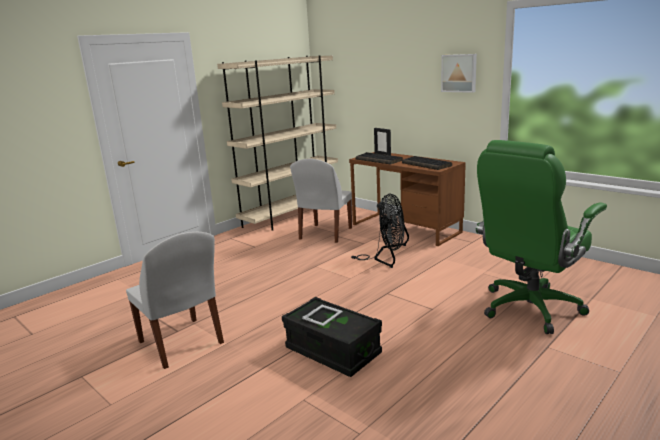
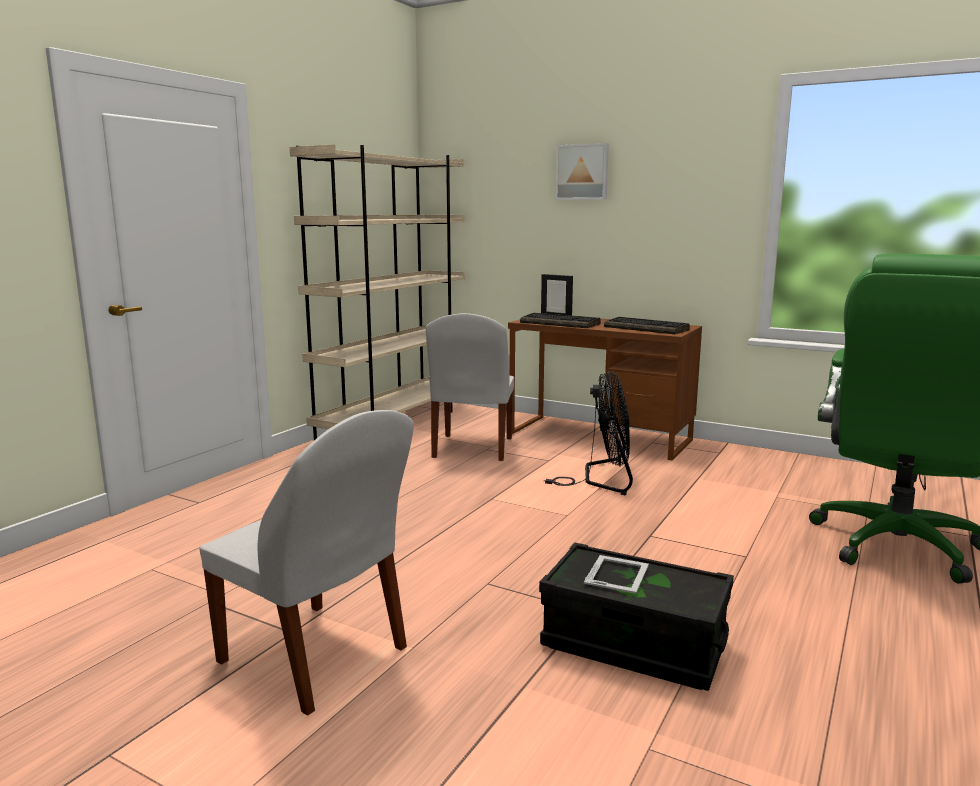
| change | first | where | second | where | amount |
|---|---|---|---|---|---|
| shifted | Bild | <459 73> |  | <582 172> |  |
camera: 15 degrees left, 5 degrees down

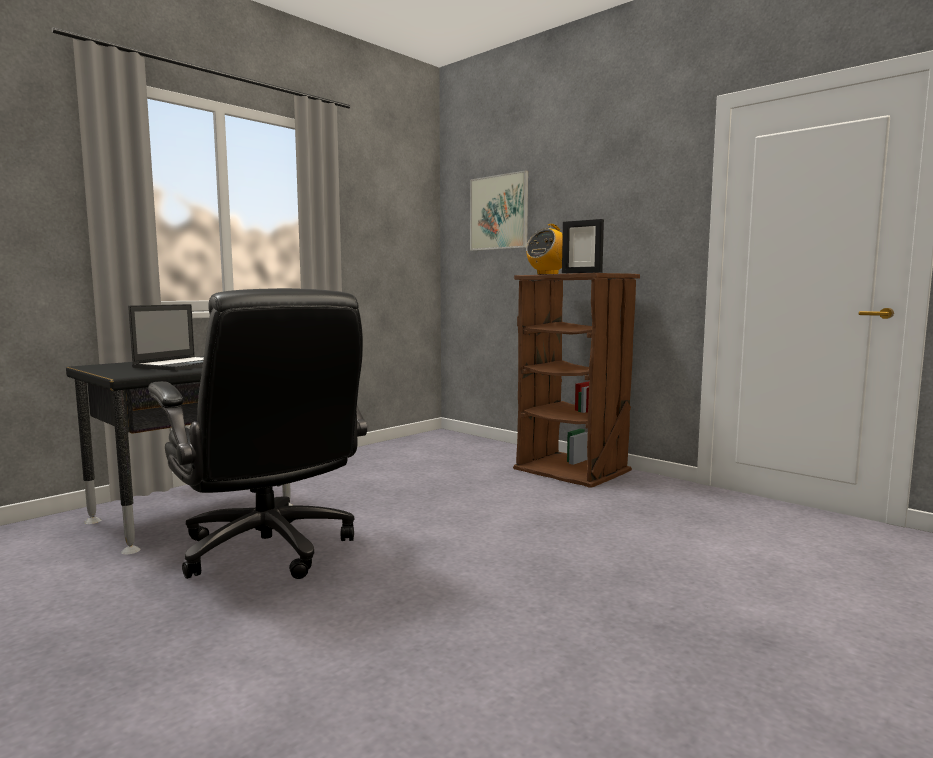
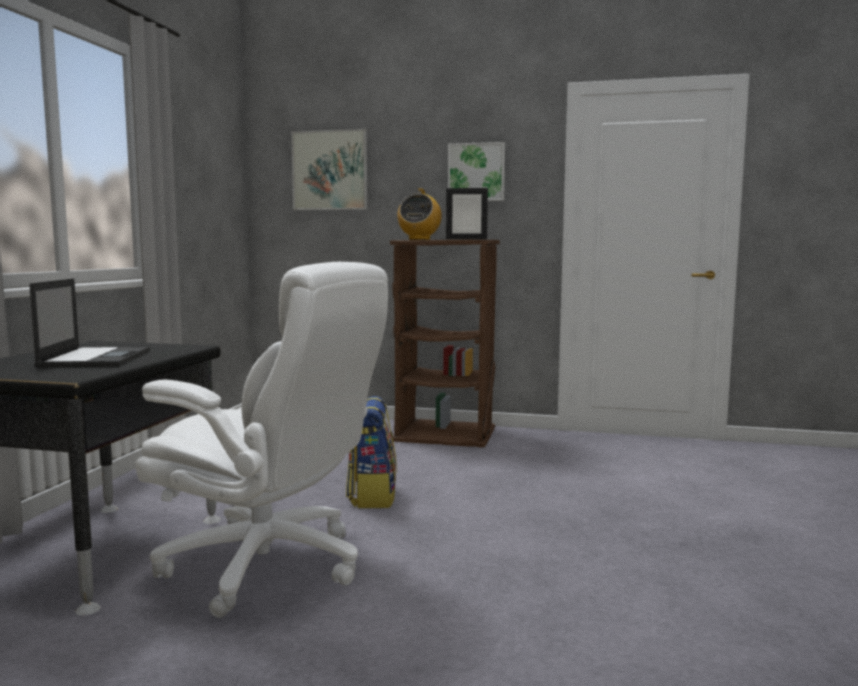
| change | first | where | second | where | amount |
|---|---|---|---|---|---|
| repainted | Bürostuhl [schwarz] | <268 553> | Bürostuhl [weiß] | <271 569> |  |
| new |  |  | Rucksack | <372 496> |  |
| new |  |  | Bild | <476 172> |  |
camera: 30 degrees left, 0 degrees up

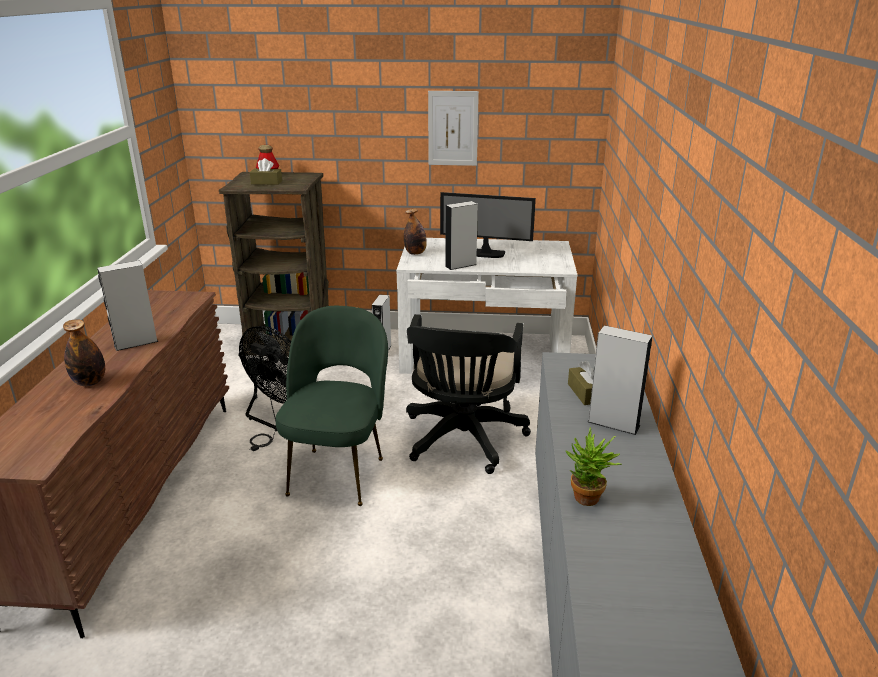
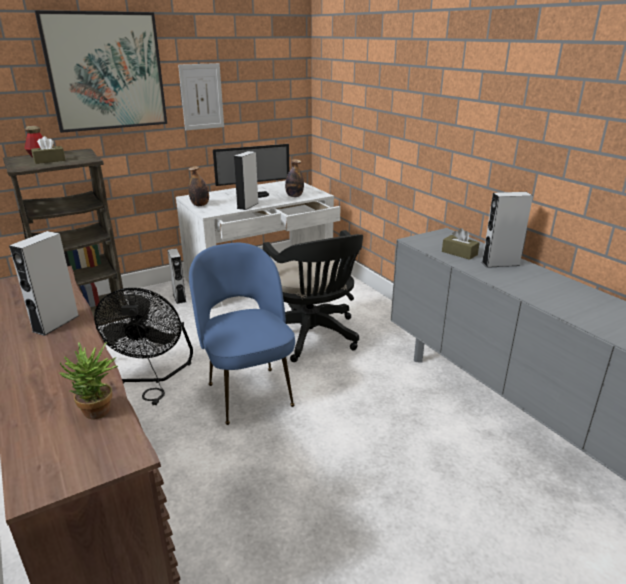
| change | first | where | second | where | amount |
|---|---|---|---|---|---|
| shifted | Flasche | <90 382> |  | <294 196> |  |
| repainted | Stuhl [grün] | <339 471> | Stuhl [blau] | <248 390> |  |
| shifted | Topfpflanze | <587 501> |  | <98 414> |  |
| new |  |  | Bild | <106 72> |  |
camera: 35 degrees left, 0 degrees up

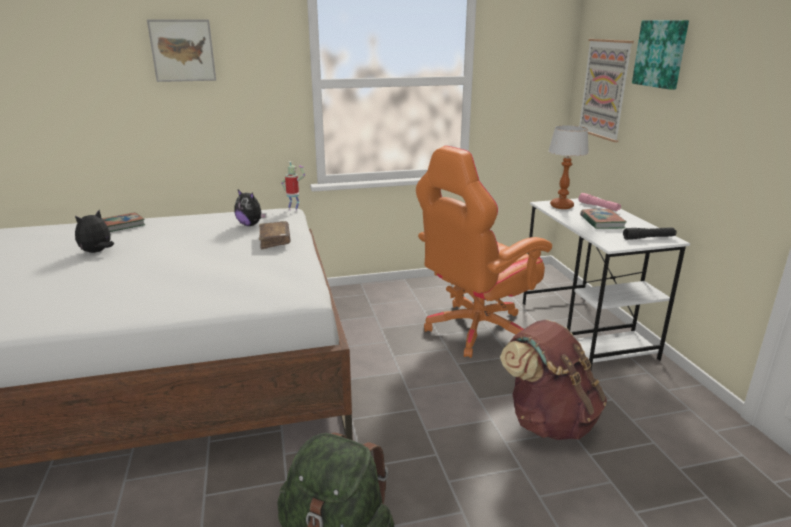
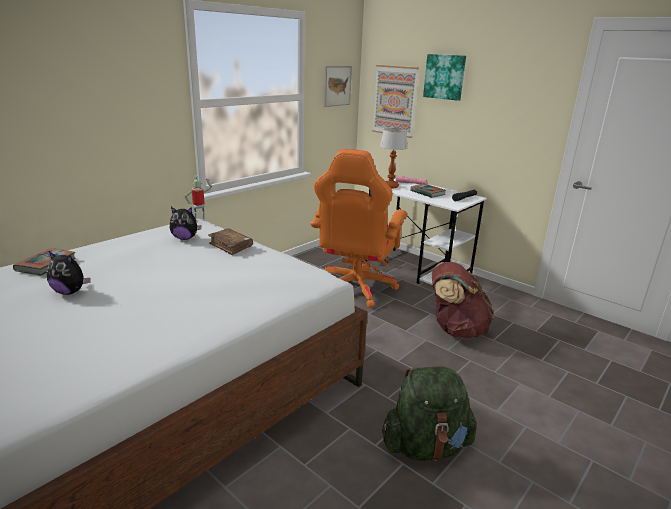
| change | first | where | second | where | amount |
|---|---|---|---|---|---|
| rotated | Plüschtier | <97 252> |  | <70 292> | 75 degrees counterclockwise |
| shifted | Bild | <182 50> |  | <337 86> |  |
camera: 35 degrees left, 0 degrees up

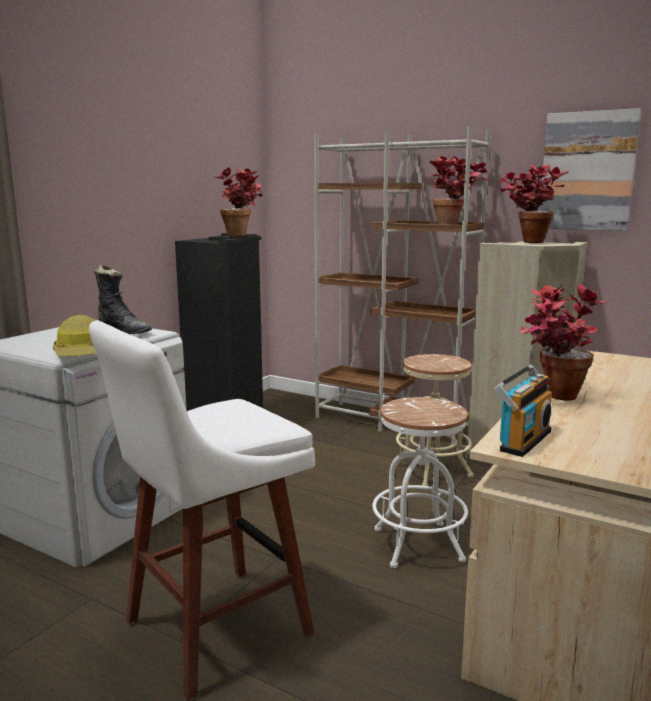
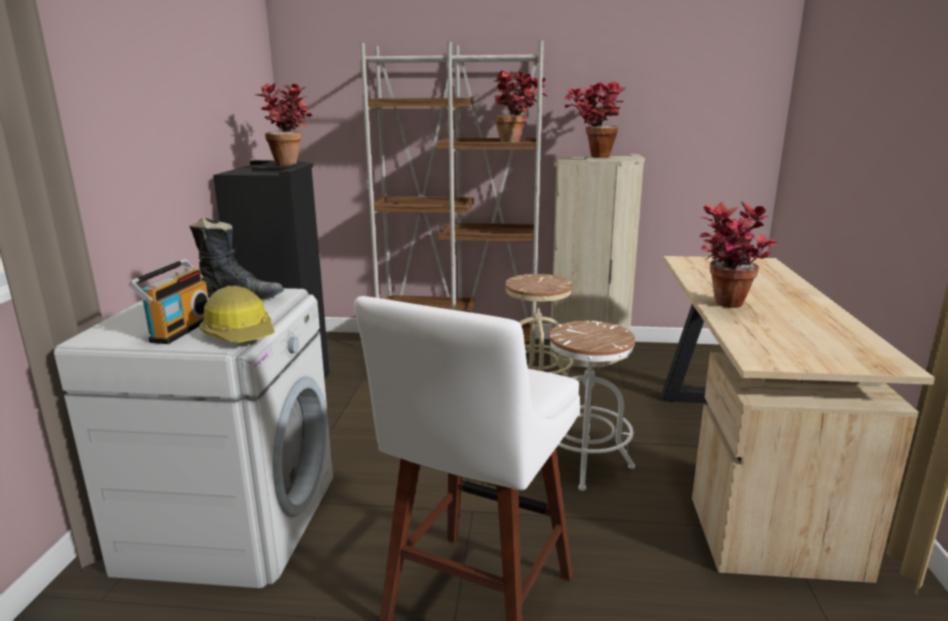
| change | first | where | second | where | amount |
|---|---|---|---|---|---|
| shifted | Radio | <521 440> |  | <179 329> |  |
| gone | Bild | <587 171> |  |  |  |
camera: 25 degrees left, 5 degrees up

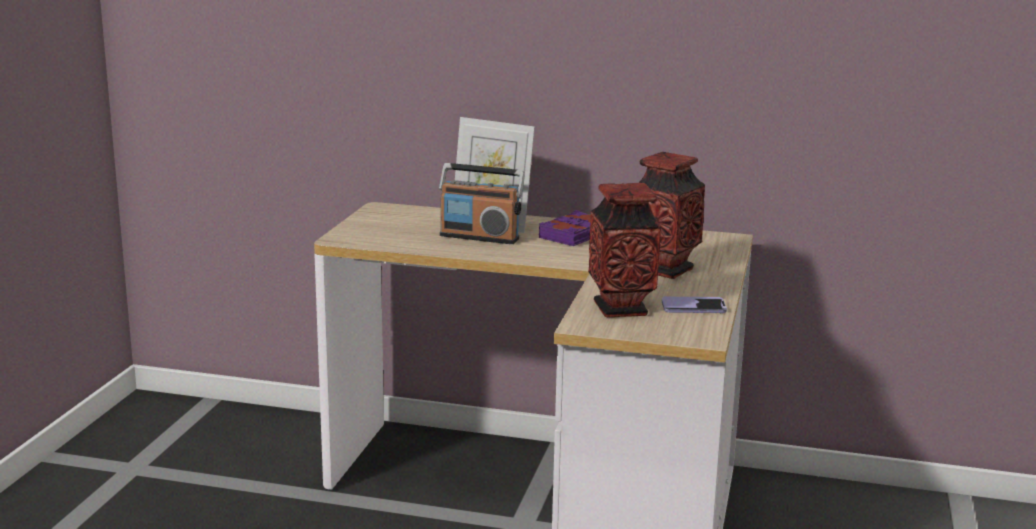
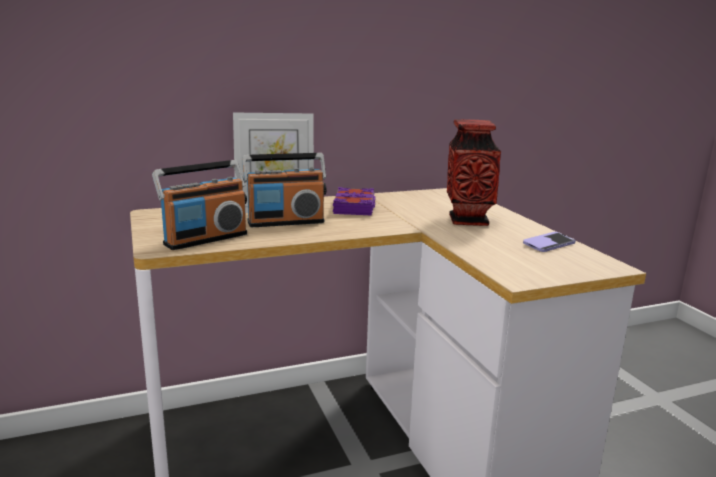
| change | first | where | second | where | amount |
|---|---|---|---|---|---|
| gone | Vase | <621 309> |  |  |  |
| new |  |  | Radio | <205 239> |  |
camera: 35 degrees left, 0 degrees up

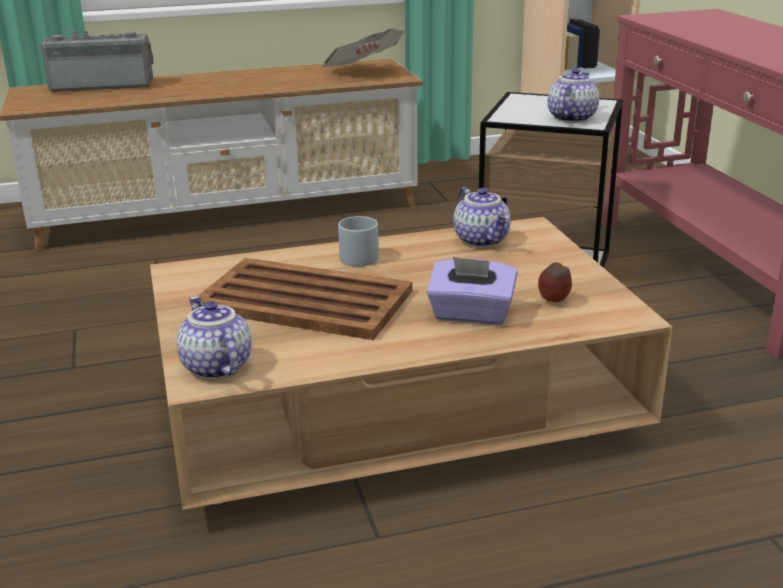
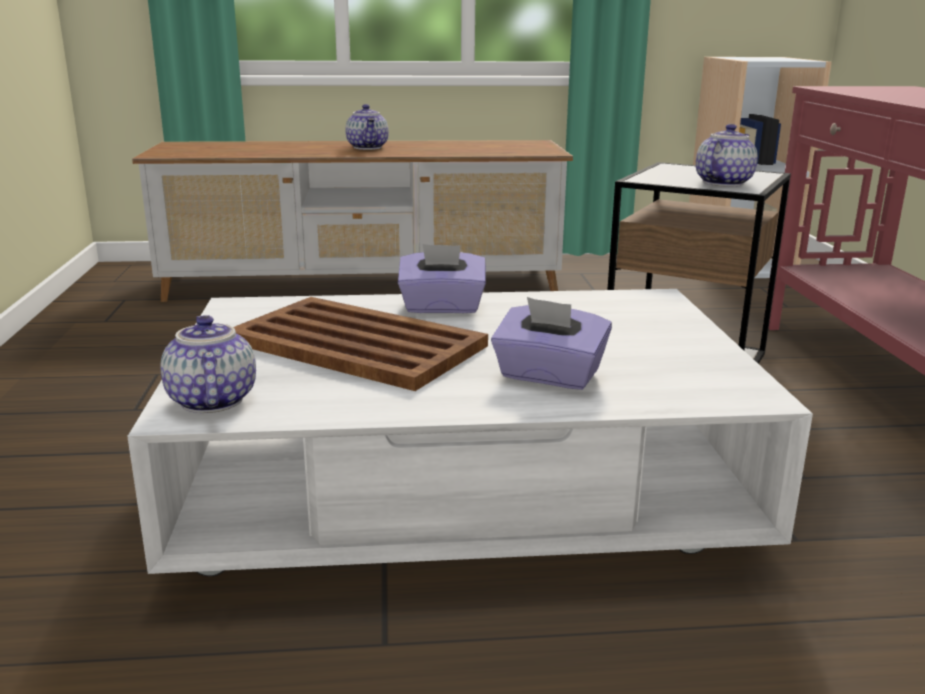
| change | first | where | second | where | amount |
|---|---|---|---|---|---|
| gone | Radio | <103 86> |  |  |  |
| repainted | Couchtisch [braun] | <393 409> | Couchtisch [weiß] | <461 491> |  |
| gone | Zeitung | <362 72> |  |  |  |
| swapped | Henkelbecher [grau] | <358 256> | Taschentuchbox [lila] | <442 307> |  |
| shifted | Teekanne | <483 240> |  | <368 147> |  |
| gone | Apfel | <554 302> |  |  |  |
camera: 10 degrees right, 5 degrees down

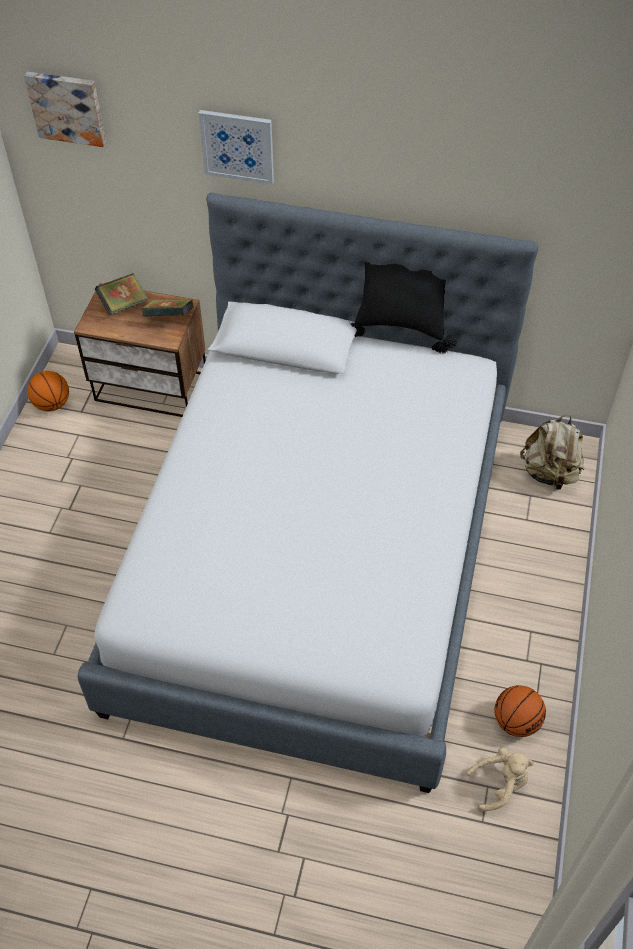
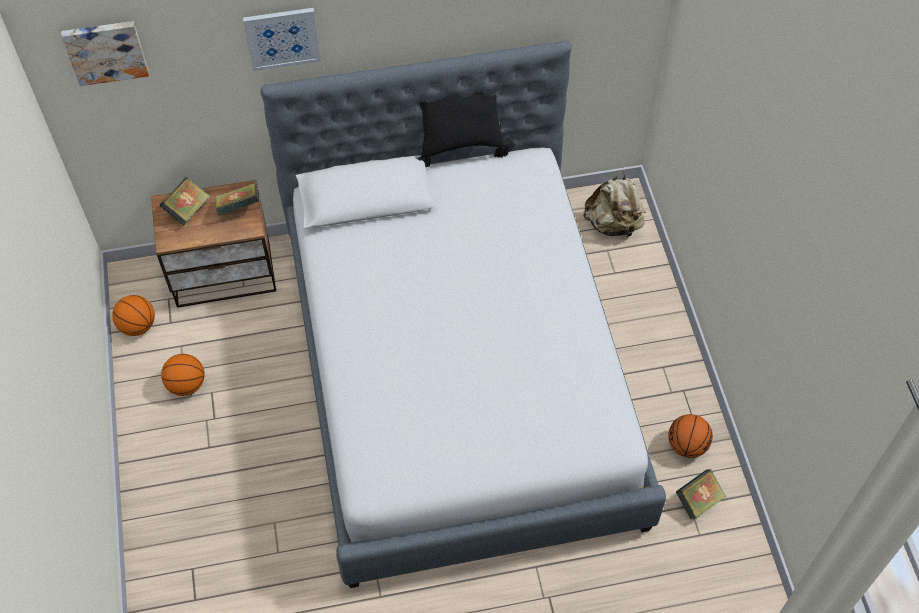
| change | first | where | second | where | amount |
|---|---|---|---|---|---|
| swapped | Plüschtier [beige] | <500 784> | Buch | <698 500> |  |
| new |  |  | Basketball | <186 385> |  |
camera: 25 degrees left, 5 degrees up

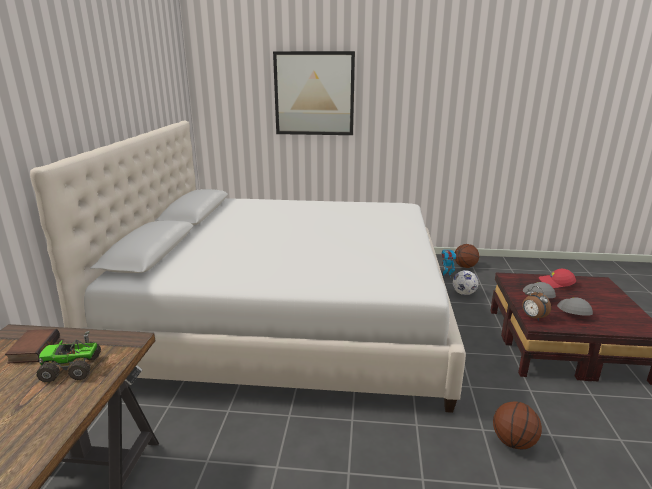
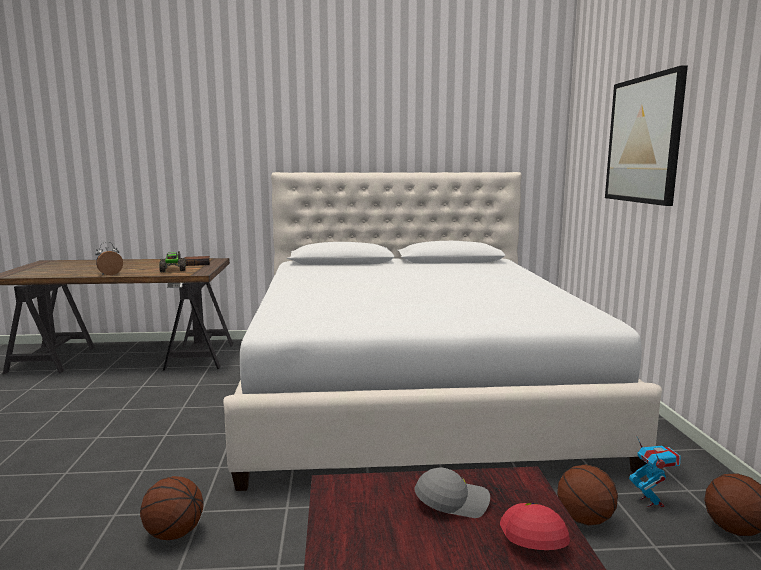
| change | first | where | second | where | amount |
|---|---|---|---|---|---|
| swapped | Fußball | <464 293> | Basketball | <585 519> |  |
| shifted | Wecker | <533 317> |  | <109 274> |  |
| gone | Kappe [grau] | <573 311> |  |  |  |
camera: 80 degrees right, 10 degrees down

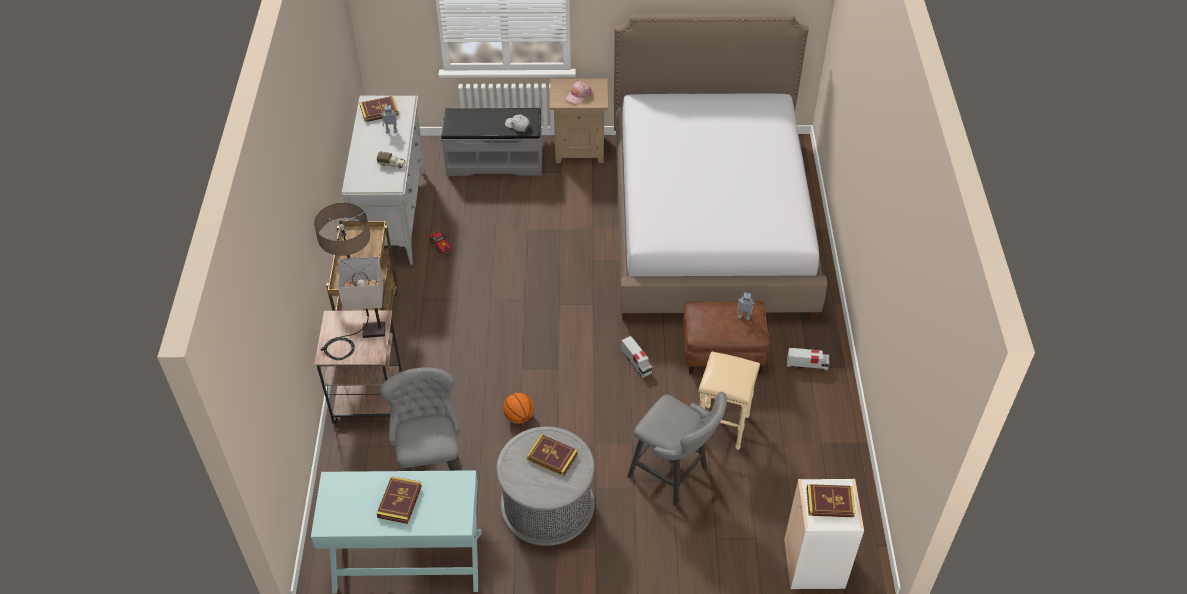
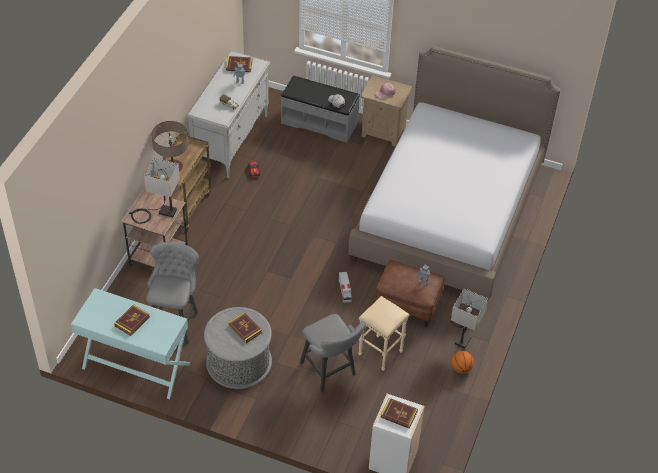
| change | first | where | second | where | amount |
|---|---|---|---|---|---|
| shifted | Basketball | <519 417> |  | <461 368> |  |
| swapped | Spielzeuglaster | <807 365> | Tischlampe | <462 331> |  |
camera: 20 degrees right, 0 degrees up

